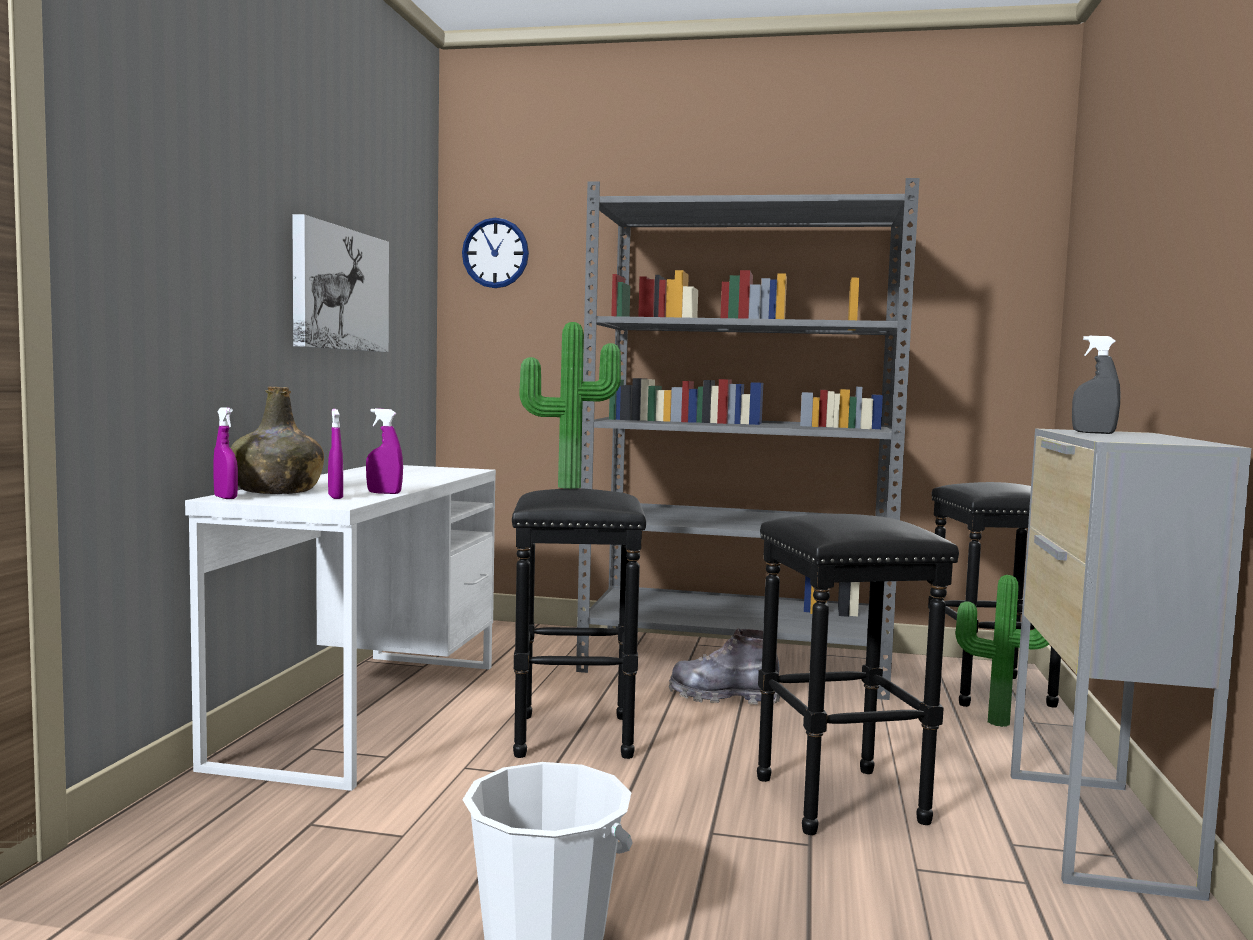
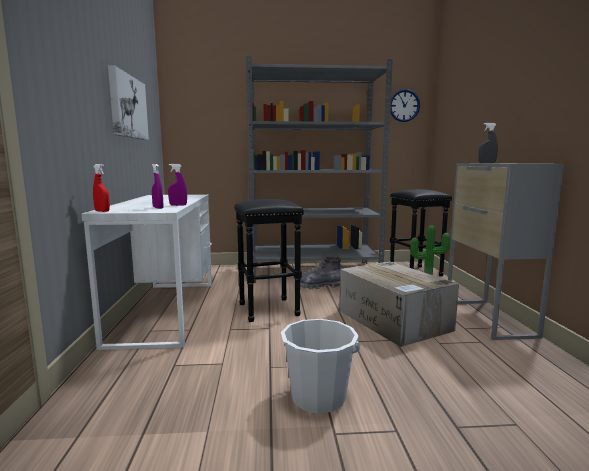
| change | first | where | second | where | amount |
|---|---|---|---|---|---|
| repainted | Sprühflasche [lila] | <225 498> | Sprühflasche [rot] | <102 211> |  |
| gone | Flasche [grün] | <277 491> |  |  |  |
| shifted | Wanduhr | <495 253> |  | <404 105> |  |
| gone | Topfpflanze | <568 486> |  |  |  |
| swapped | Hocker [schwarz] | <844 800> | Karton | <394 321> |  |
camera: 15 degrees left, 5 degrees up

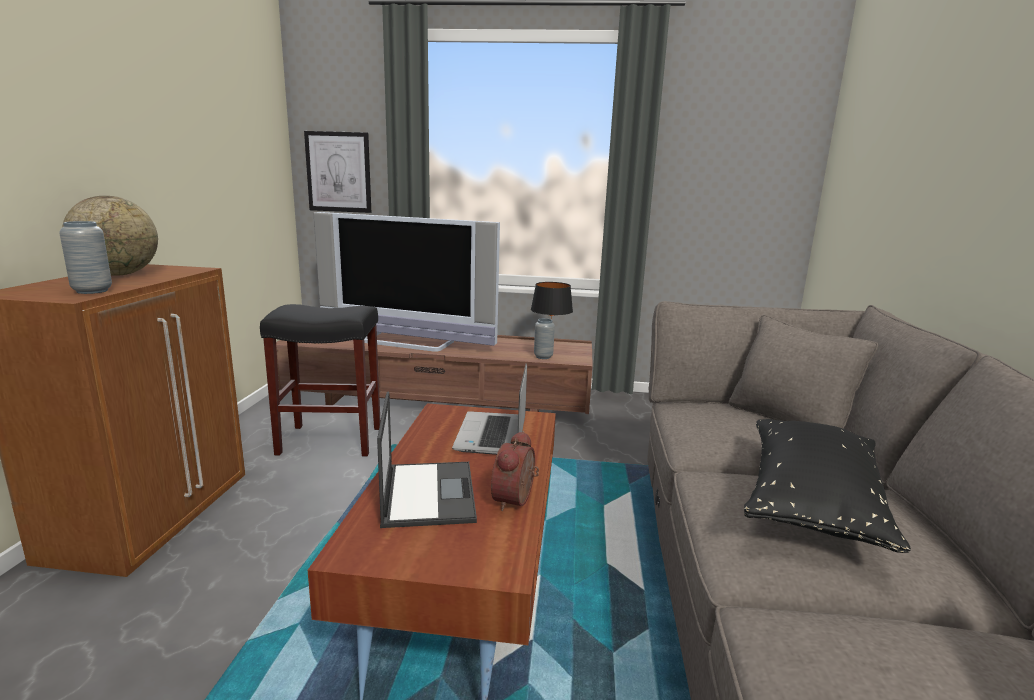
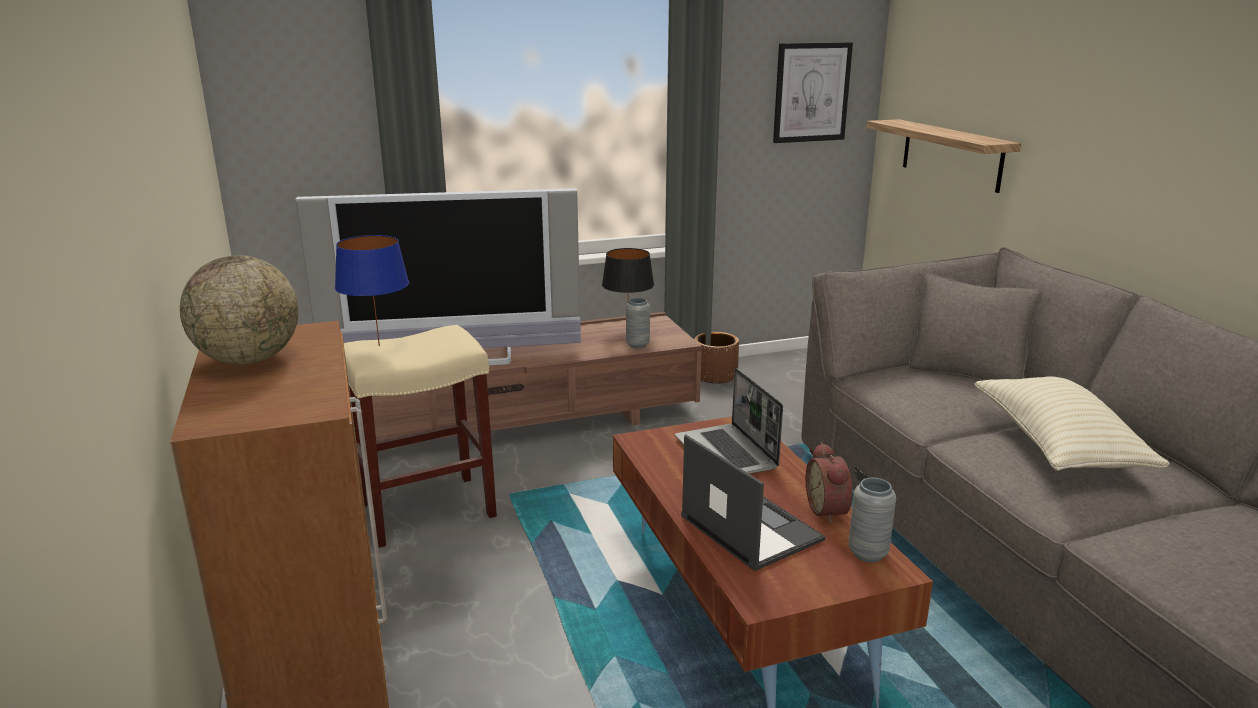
| change | first | where | second | where | amount |
|---|---|---|---|---|---|
| shifted | Vase [grau] | <92 291> |  | <867 553> |  |
| repainted | Hocker [schwarz] | <332 440> | Hocker [beige] | <428 509> |  |
| shifted | Bild | <338 172> |  | <811 92> |  |
| repainted | Kissen [schwarz] | <811 502> | Kissen [beige] | <1057 446> |  |
| new |  |  | Tischlampe [blau] | <378 346> |  |
| new |  |  | Pflanzkübel [braun] | <715 375> |  |
| new |  |  | Wandregal | <951 154> |  |
camera: 25 degrees left, 5 degrees up

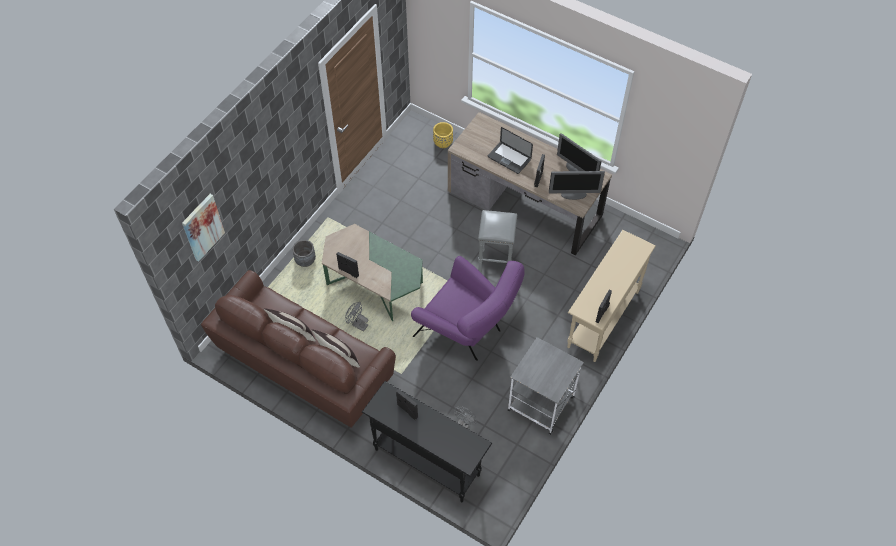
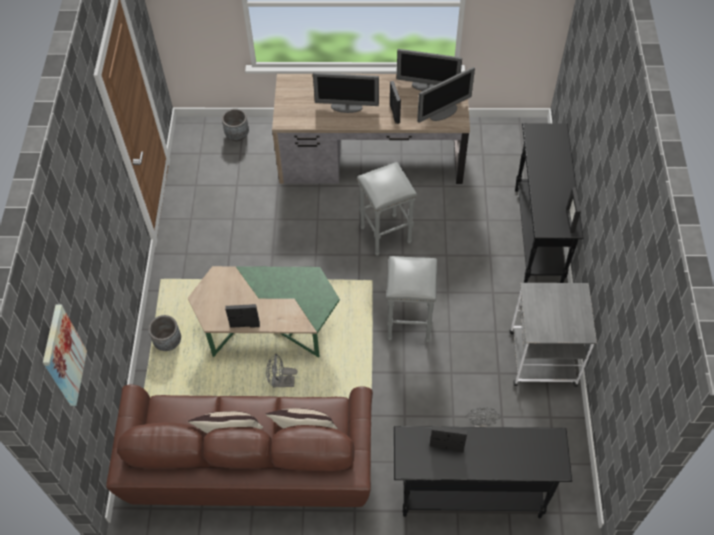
| change | first | where | second | where | amount |
|---|---|---|---|---|---|
| swapped | Sessel [lila] | <468 332> | Hocker [grau] | <410 324> |  |
| repainted | Pflanzkübel [gelb] | <443 143> | Pflanzkübel [grau] | <237 135> |  |
| swapped | Laptop | <509 158> | Monitor | <347 107> |  |
| repainted | Konsolentisch [beige] | <602 319> | Konsolentisch [schwarz] | <537 235> |  |
camera: 30 degrees left, 0 degrees up

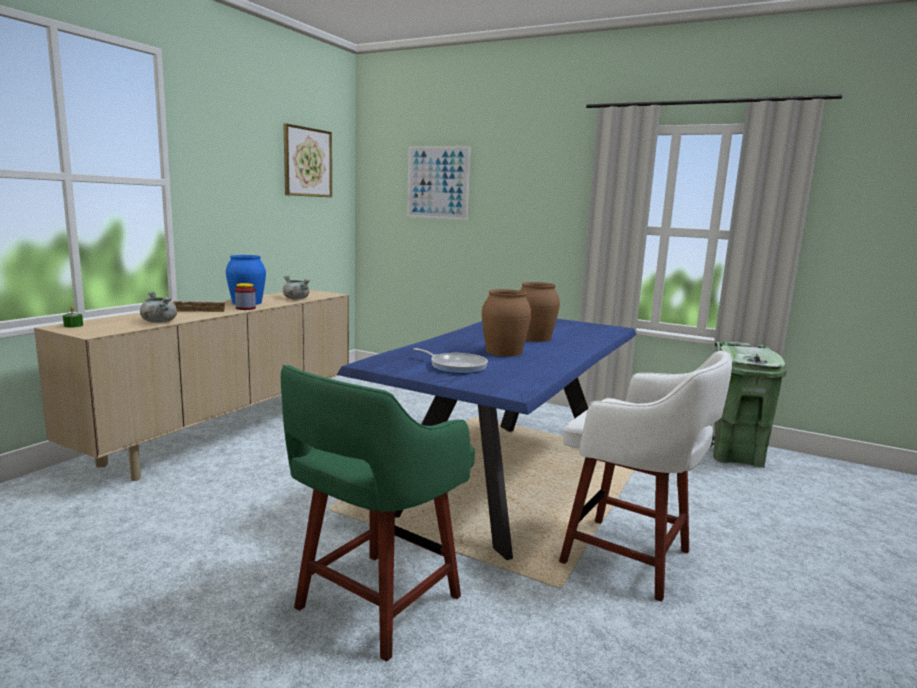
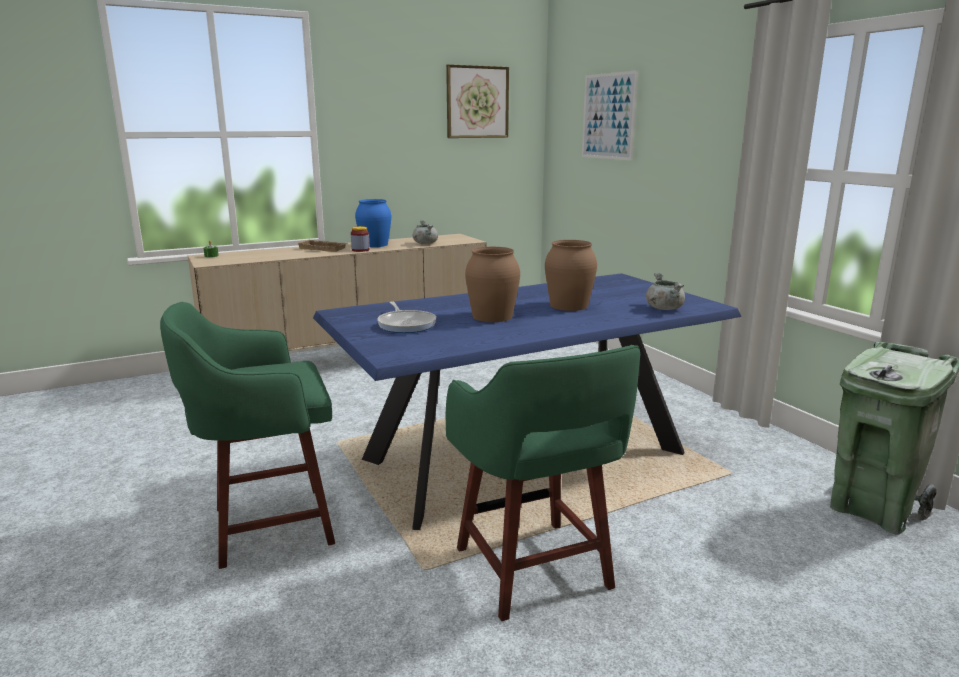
| change | first | where | second | where | amount |
|---|---|---|---|---|---|
| shifted | Kochtopf [grau] | <159 321> |  | <663 308> |  |
| repainted | Hocker [weiß] | <631 558> | Hocker [grün] | <535 571> |  |
camera: 35 degrees right, 5 degrees up

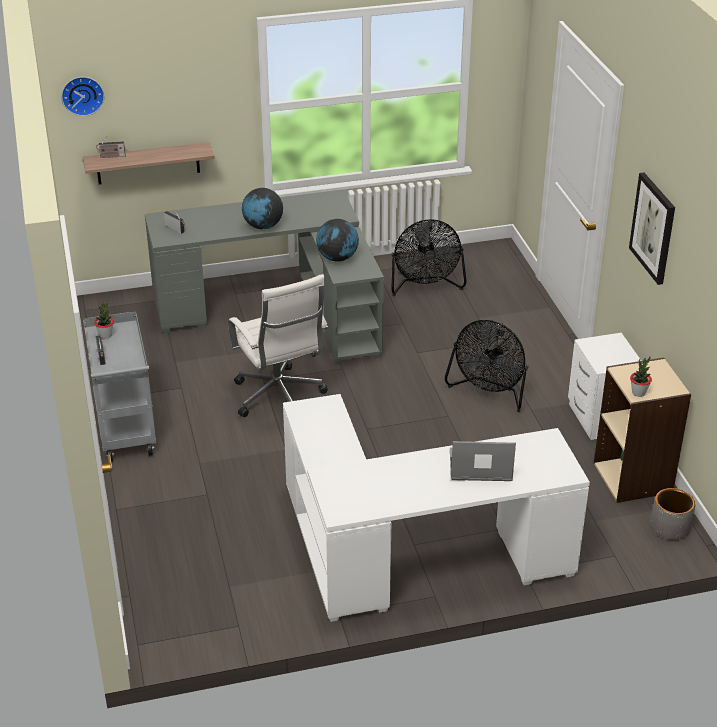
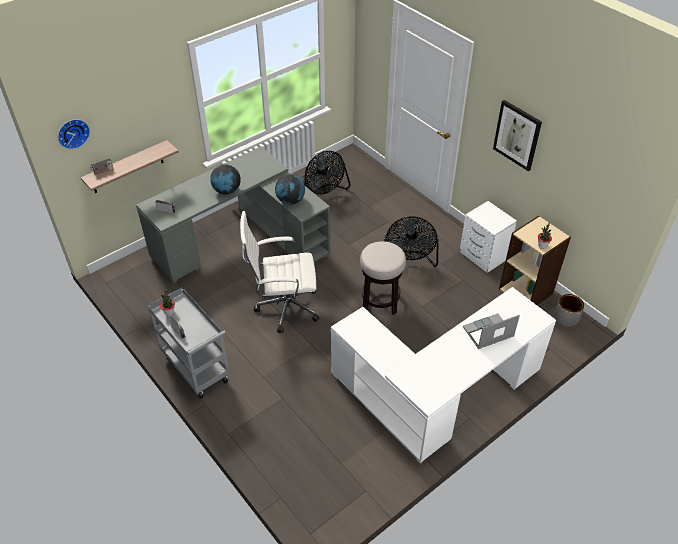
| change | first | where | second | where | amount |
|---|---|---|---|---|---|
| rotated | Bürostuhl [weiß] | <280 399> |  | <284 308> | 135 degrees clockwise |
| new |  |  | Hocker | <380 301> |  |
camera: 25 degrees left, 10 degrees up

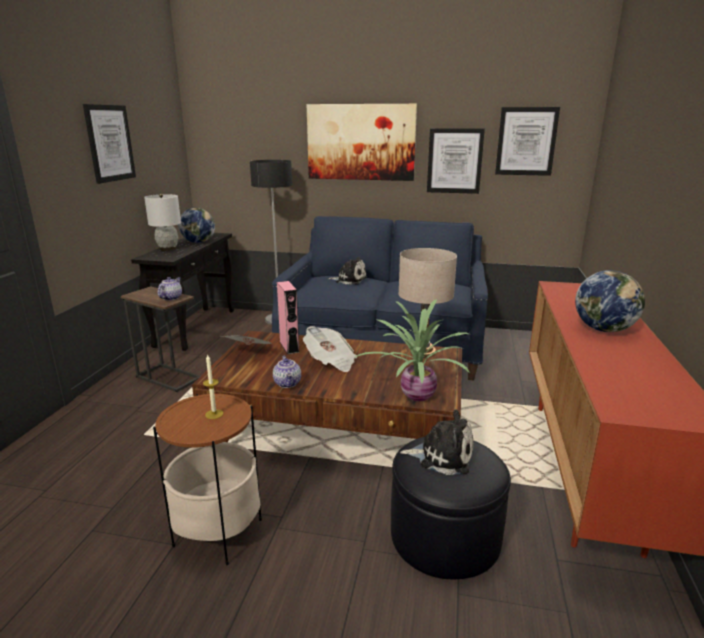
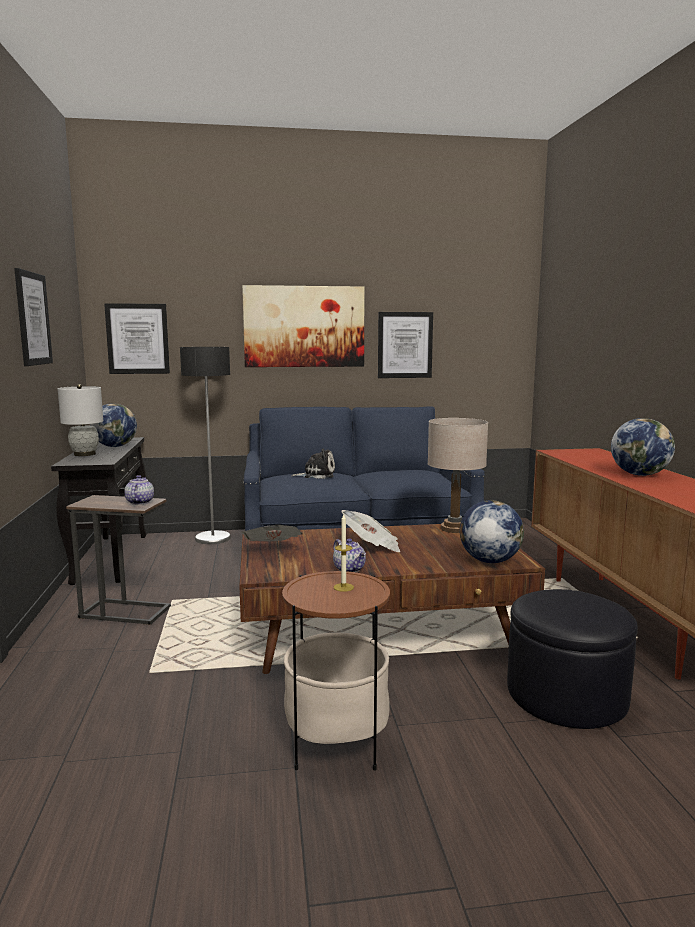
| change | first | where | second | where | amount |
|---|---|---|---|---|---|
| gone | Lautsprecher [rosa] | <289 347> |  |  |  |
| swapped | Topfpflanze | <415 395> | Globus | <489 561> |  |
| gone | Plüschtier | <442 456> |  |  |  |
| shifted | Bild | <526 141> |  | <137 339> |  |
camera: 20 degrees left, 10 degrees down

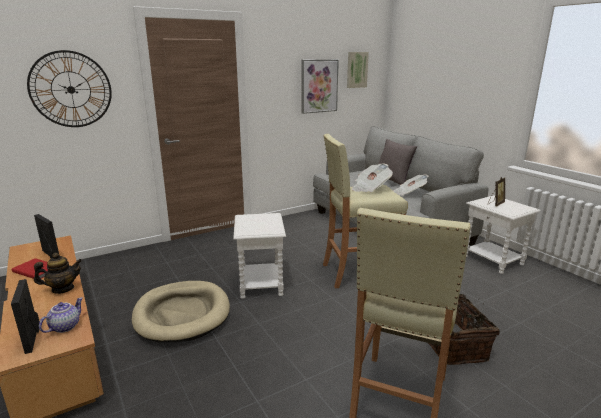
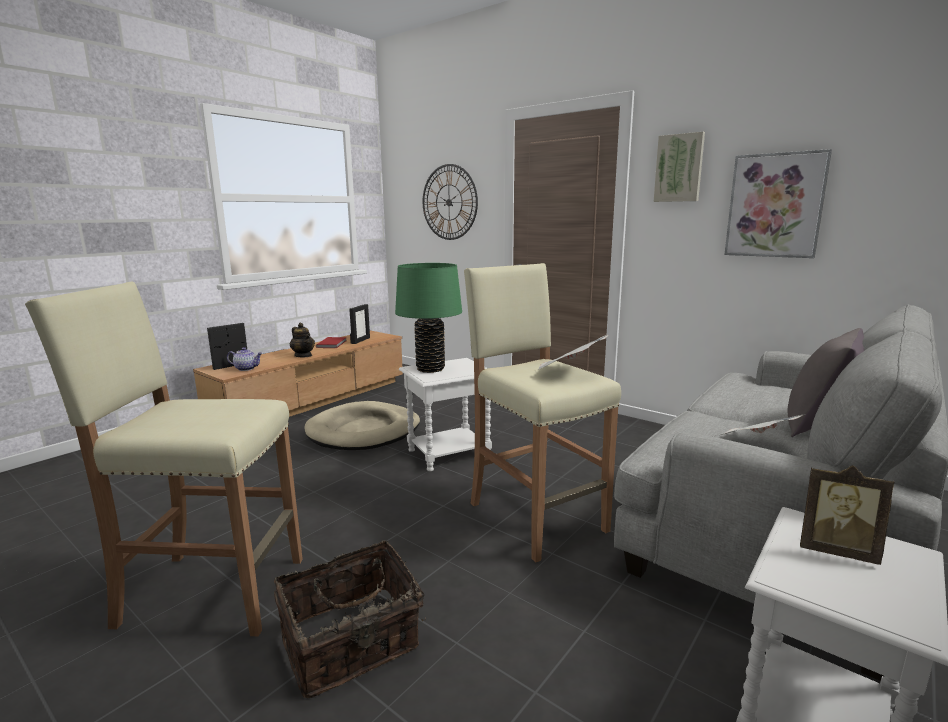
| change | first | where | second | where | amount |
|---|---|---|---|---|---|
| shifted | Bild | <356 70> |  | <679 168> |  |
| new |  |  | Tischlampe [grün] | <430 369> |  |
camera: 70 degrees right, 5 degrees down

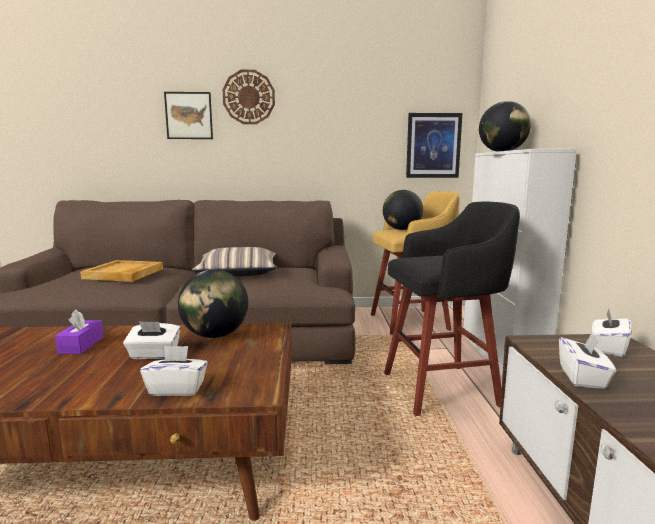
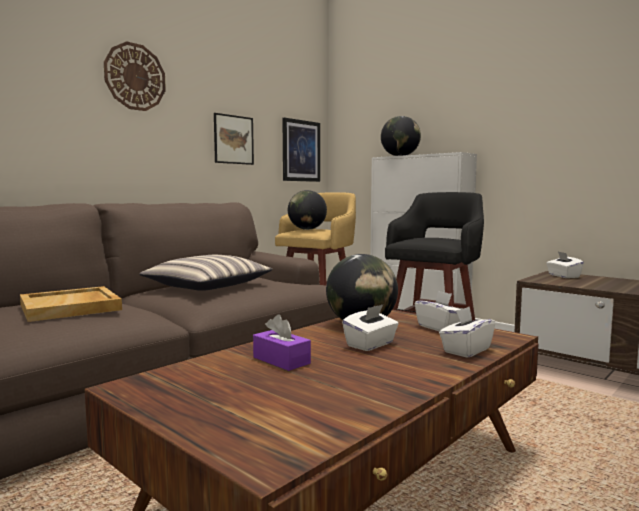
| change | first | where | second | where | amount |
|---|---|---|---|---|---|
| shifted | Bild | <189 115> |  | <233 139> |  |
| shifted | Taschentuchbox [weiß] | <583 377> |  | <440 328> |  |
camera: 45 degrees left, 5 degrees down

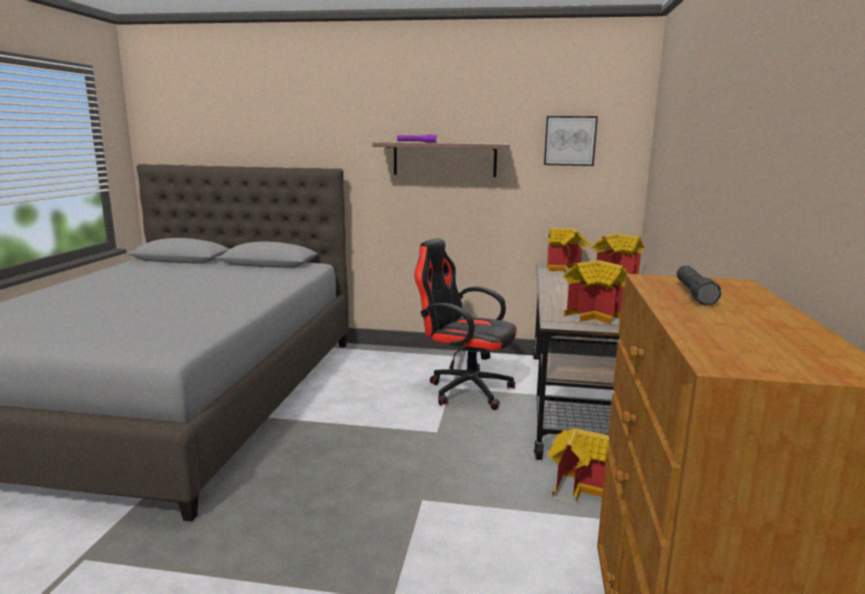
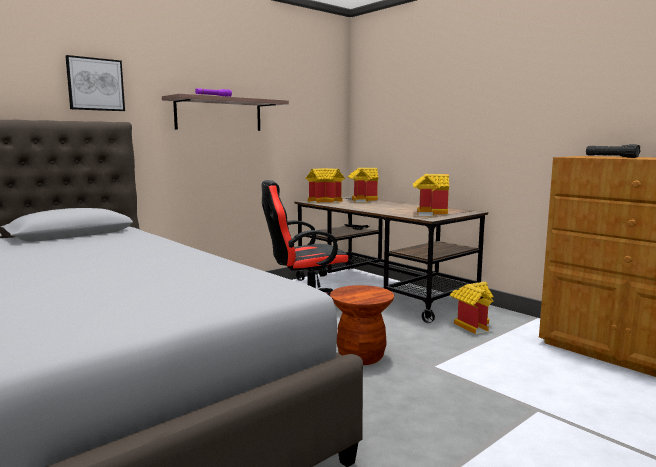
| change | first | where | second | where | amount |
|---|---|---|---|---|---|
| shifted | Bild | <570 141> |  | <95 84> |  |
| new |  |  | Hocker [braun] | <361 356> |  |
camera: 50 degrees left, 5 degrees down

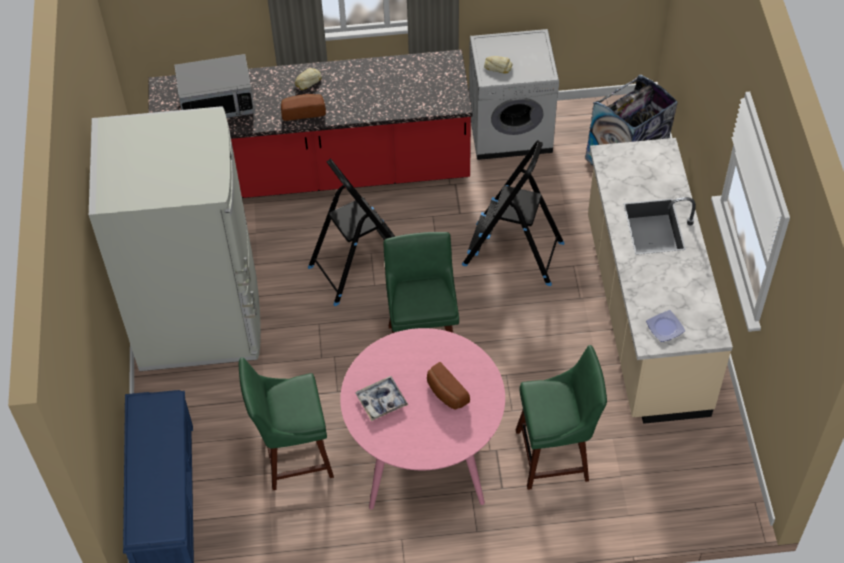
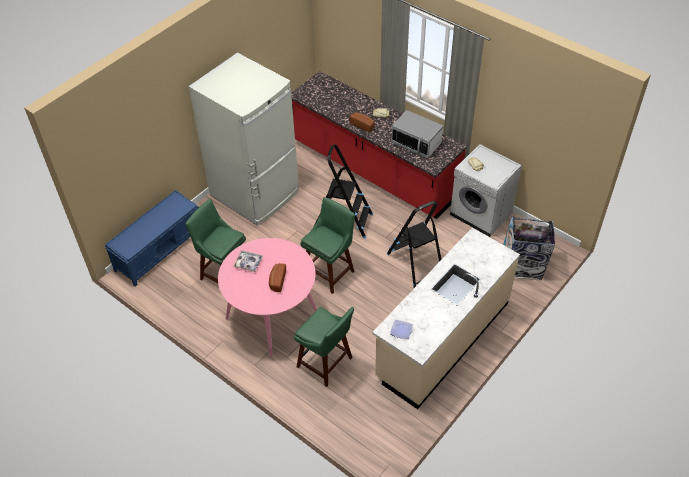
| change | first | where | second | where | amount |
|---|---|---|---|---|---|
| shifted | Mikrowelle | <217 103> |  | <416 143> |  |
camera: 45 degrees right, 5 degrees down

